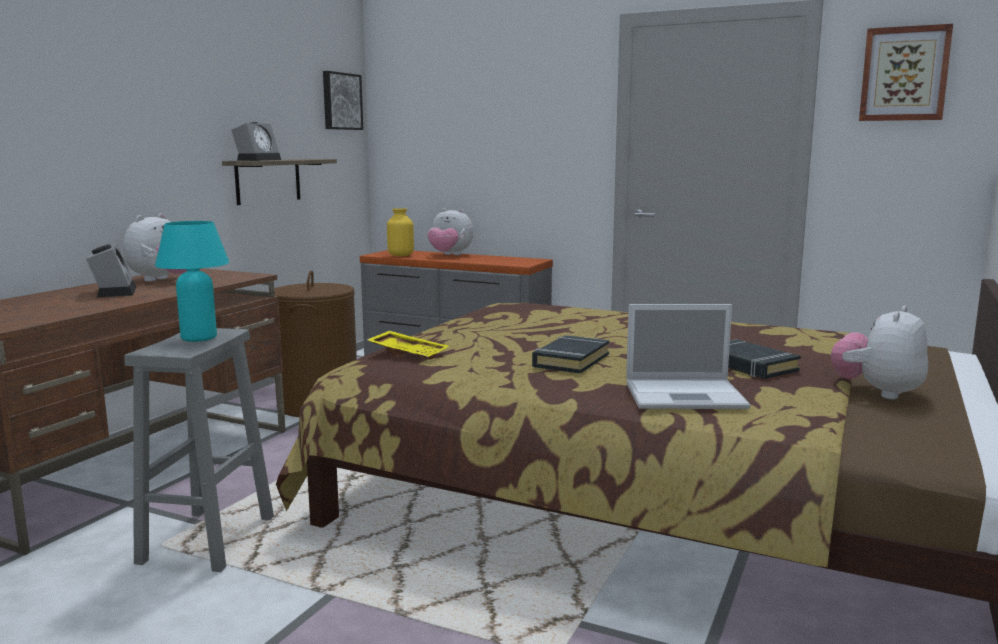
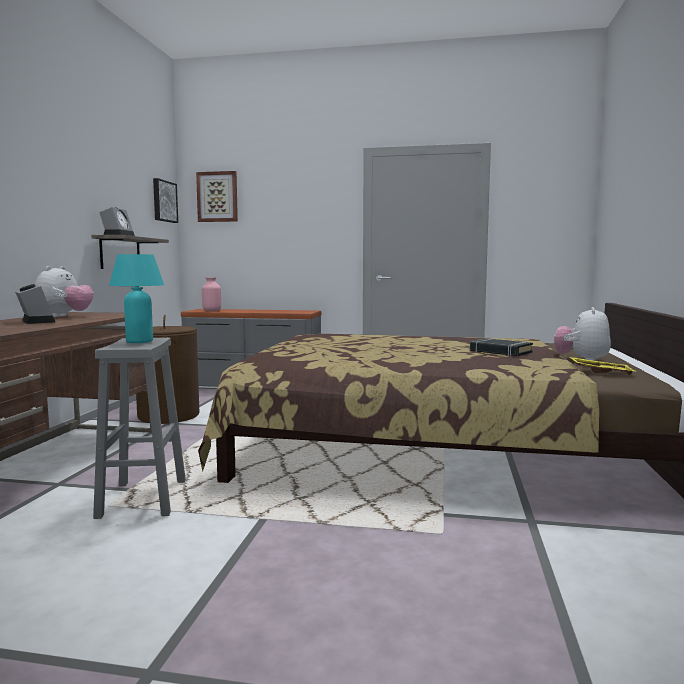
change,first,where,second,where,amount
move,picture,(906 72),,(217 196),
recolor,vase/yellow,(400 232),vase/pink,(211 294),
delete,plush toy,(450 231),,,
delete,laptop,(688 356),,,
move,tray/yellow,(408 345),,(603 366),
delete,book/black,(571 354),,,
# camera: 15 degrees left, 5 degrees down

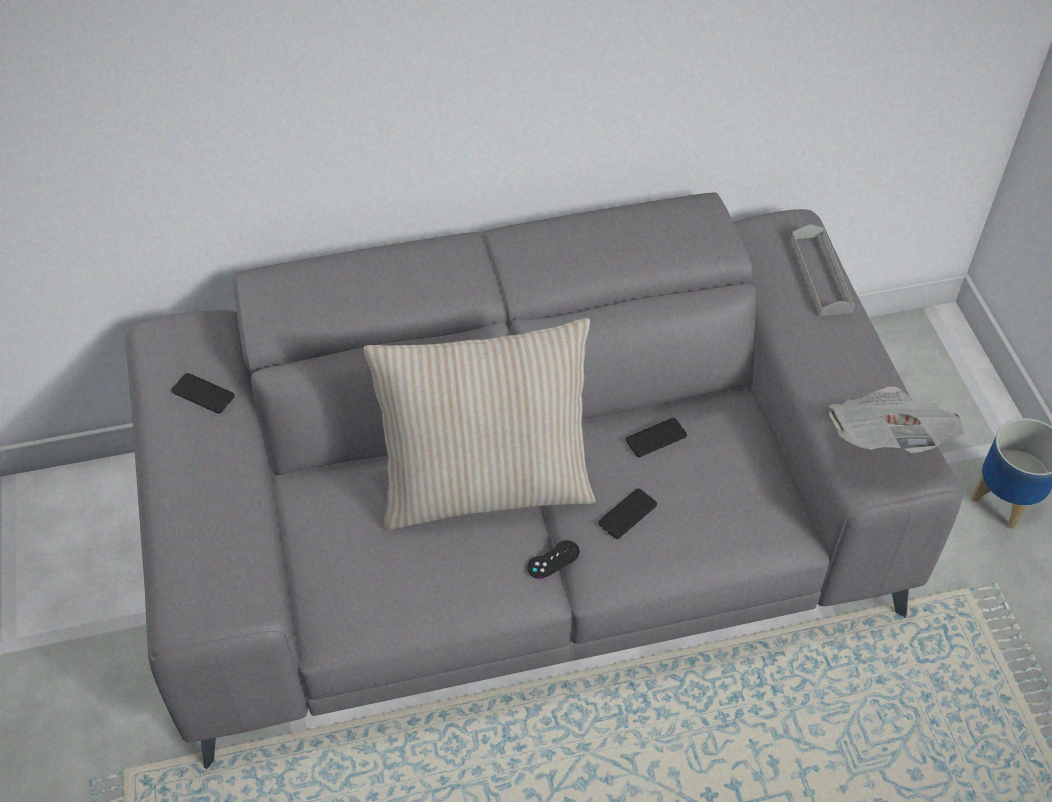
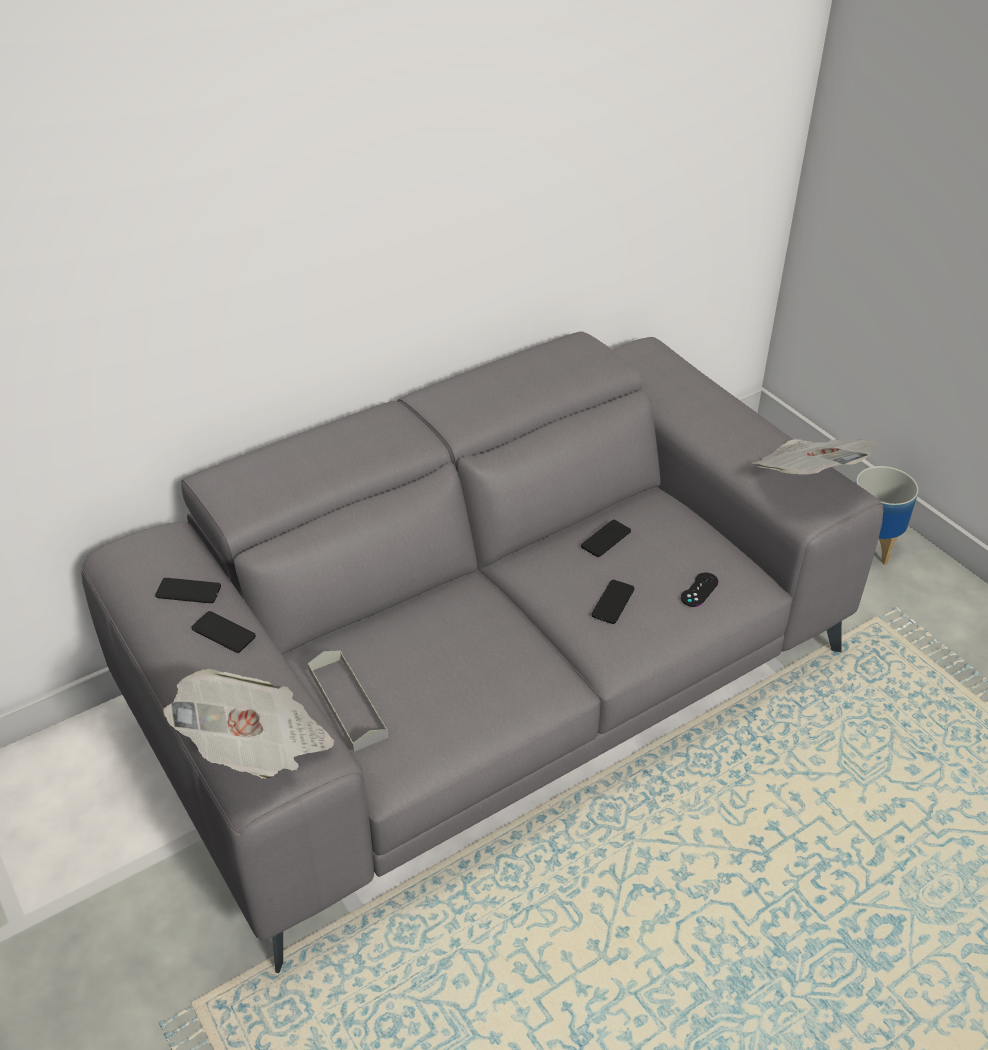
change,first,where,second,where,amount
move,tray/grey,(823 270),,(348 701),
delete,pillow/beige,(479 424),,,
move,game controller/black,(553 559),,(699 589),
insert,,,phone,(223 632),
insert,,,newspaper,(248 723),
# camera: 20 degrees left, 10 degrees down

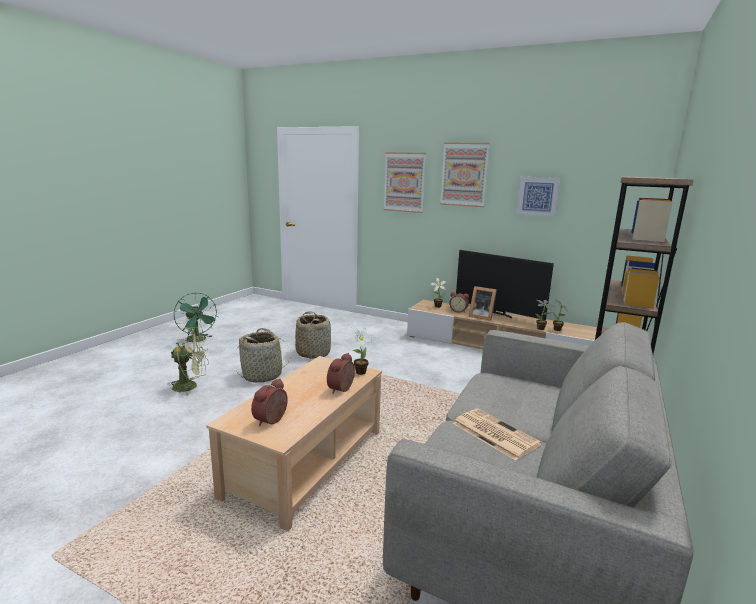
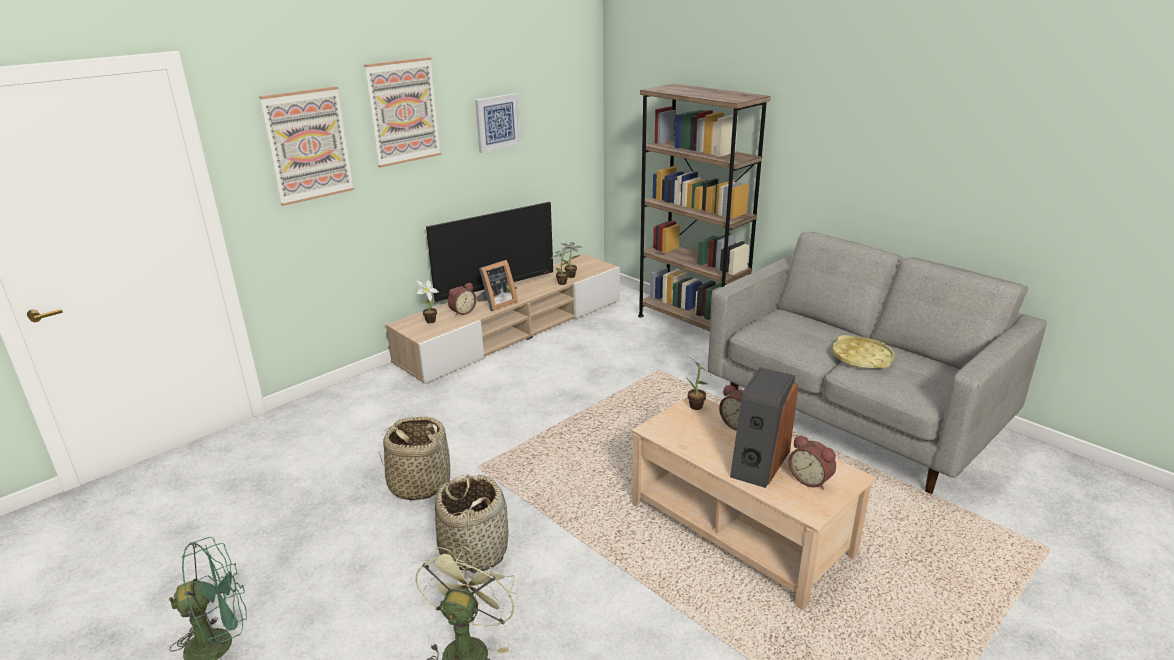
change,first,where,second,where,amount
replace,newspaper,(497 434),tray/yellow,(863 351),
insert,,,speaker,(764 427),
# camera: 70 degrees left, 10 degrees up

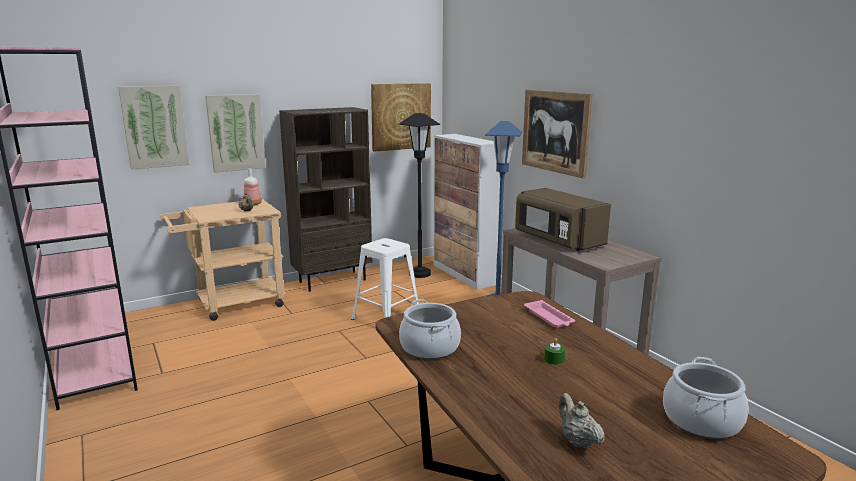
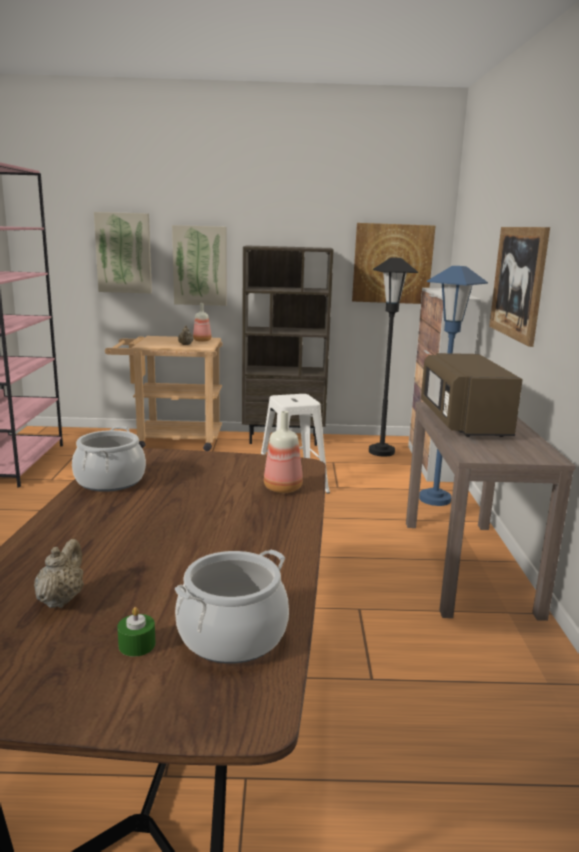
change,first,where,second,where,amount
replace,tray/pink,(549 314),bottle,(283 452),
move,candle/green,(554 351),,(136 632),
# camera: 30 degrees right, 0 degrees up

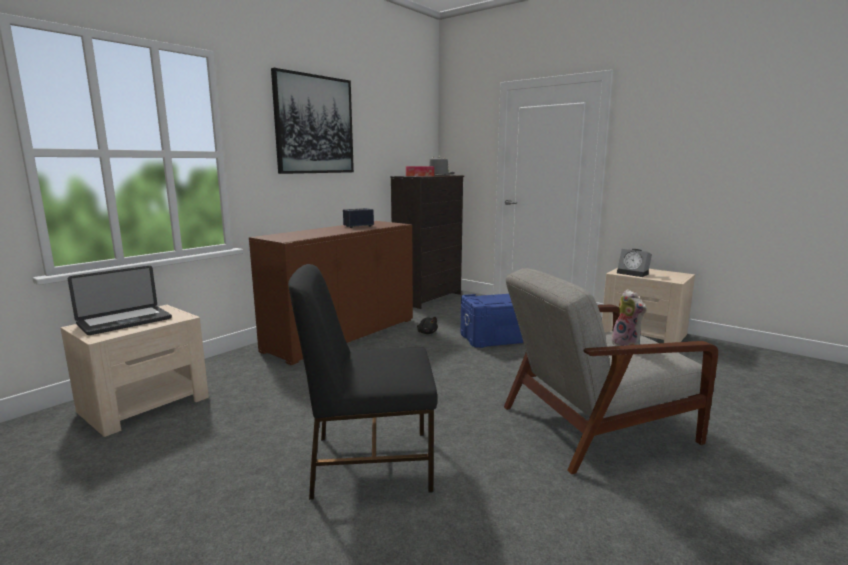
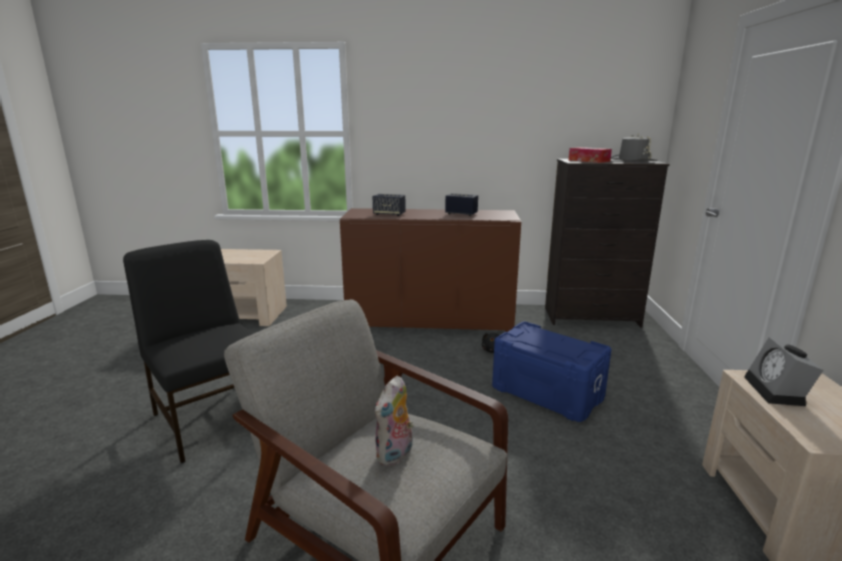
change,first,where,second,where,amount
delete,picture,(312 121),,,
delete,laptop,(120 300),,,
insert,,,speaker,(389 205),
# camera: 55 degrees right, 5 degrees up

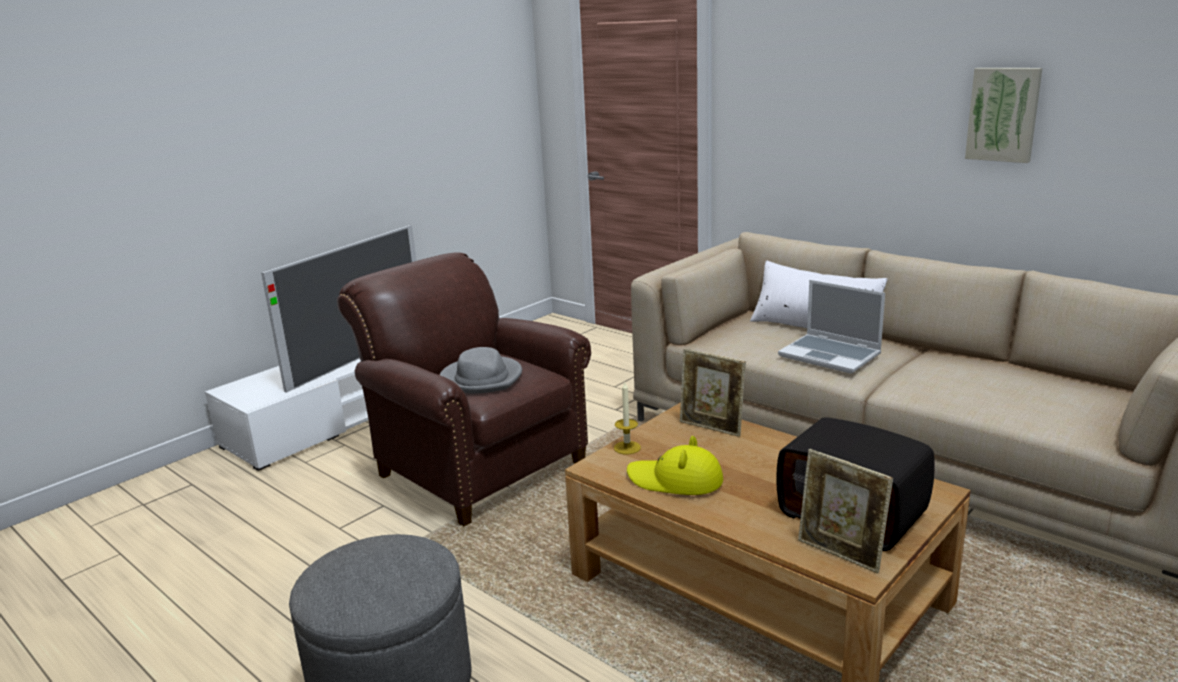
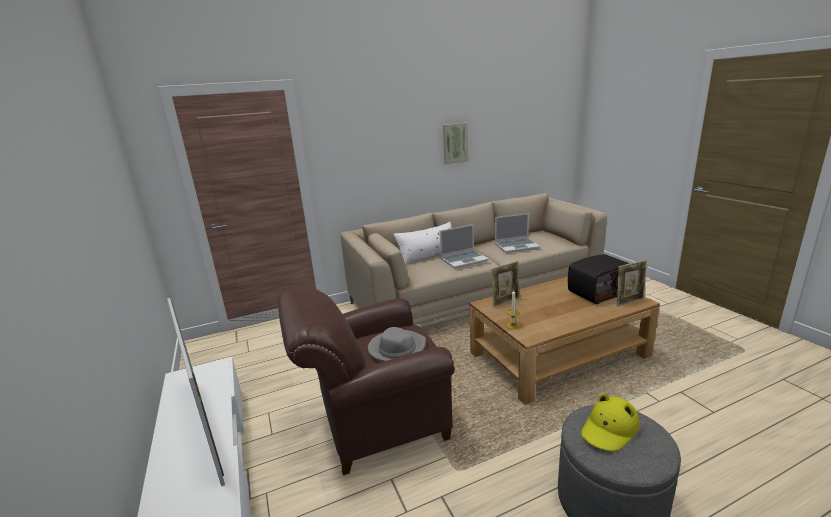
change,first,where,second,where,amount
move,hat/yellow,(675 465),,(610 422),
insert,,,laptop,(517 233),
# camera: 65 degrees left, 0 degrees up

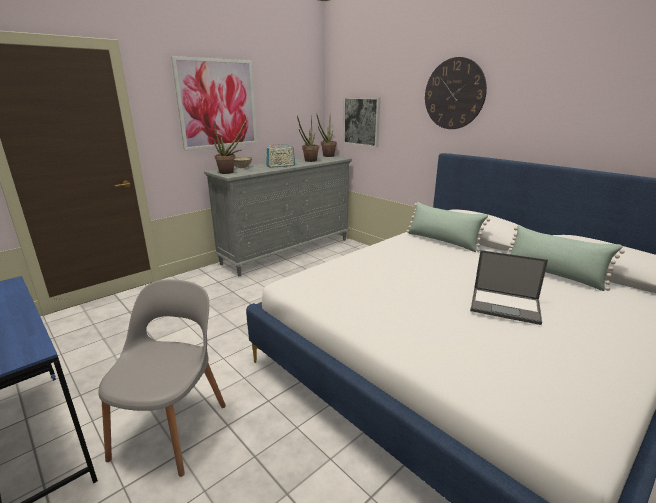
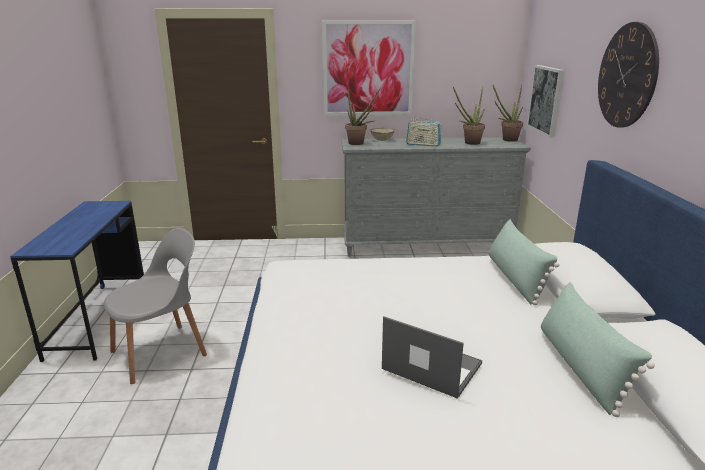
change,first,where,second,where,amount
rotate,laptop,(509 287),,(432 357),150 degrees clockwise
# camera: 40 degrees right, 0 degrees up

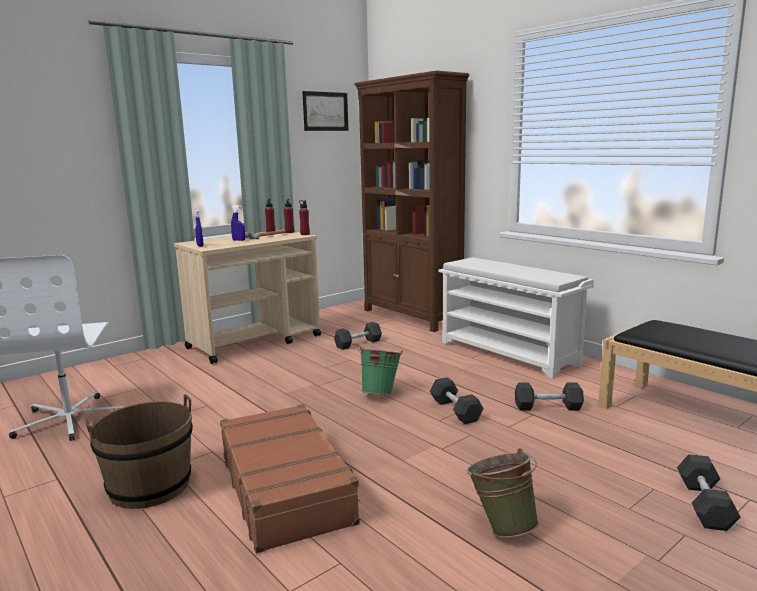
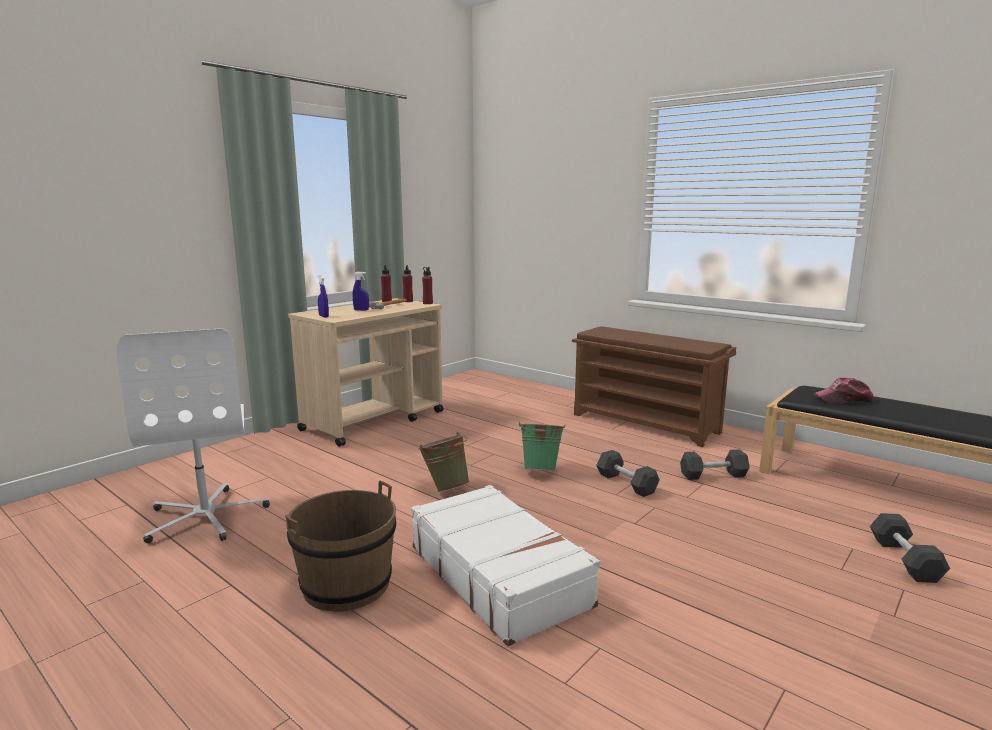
change,first,where,second,where,amount
delete,bookcase/brown,(411 201),,,
delete,picture,(325 111),,,
recolor,shoe rack/white,(516 318),shoe rack/brown,(654 386),
delete,dumbbell/grey,(358 336),,,
recolor,suitcase/brown,(290 478),suitcase/white,(505 565),
move,bucket/green,(502 493),,(444 462),
insert,,,cap,(843 390),
# camera: 10 degrees left, 0 degrees up

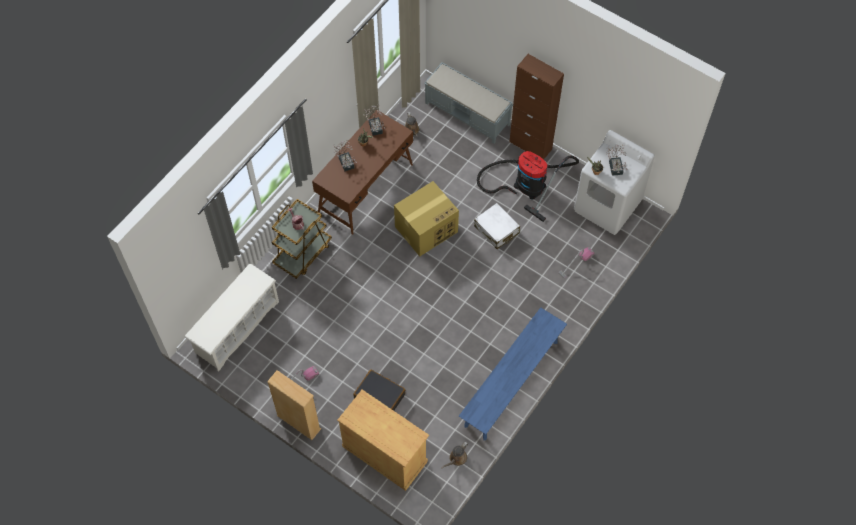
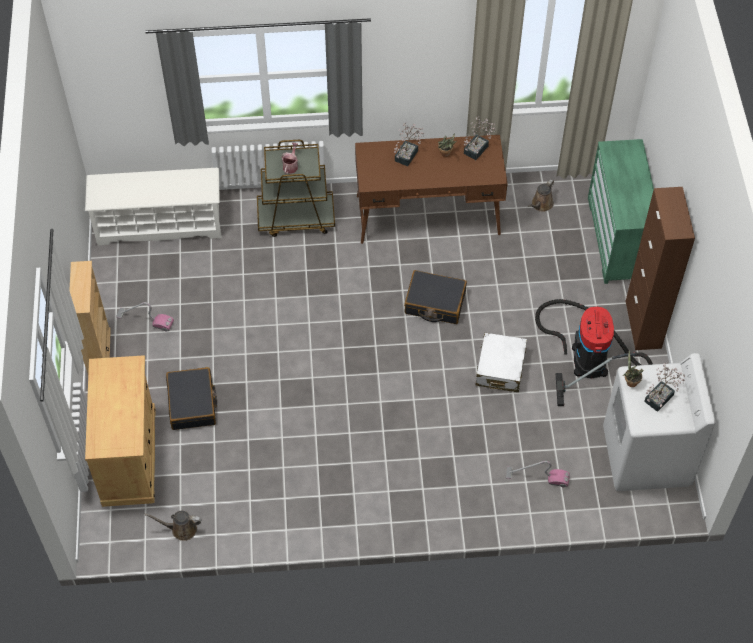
change,first,where,second,where,amount
replace,bench/grey,(468 103),dresser/green,(621 211),
replace,cardboard box,(426 218),suitcase/black,(435 297),
delete,bench/blue,(513 373),,,
# camera: 50 degrees right, 5 degrees down

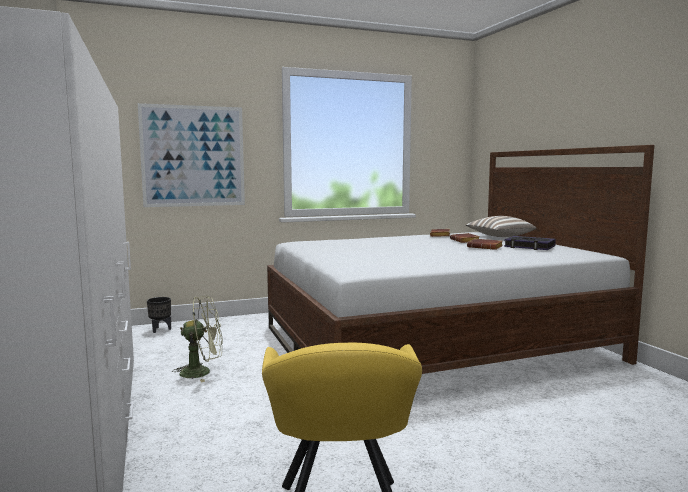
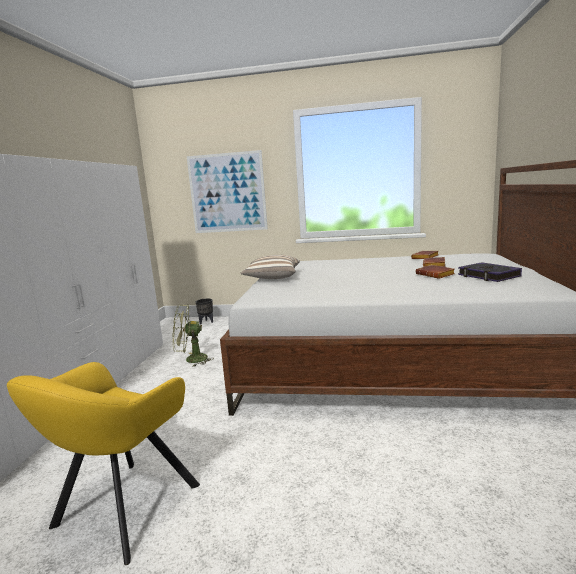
change,first,where,second,where,amount
move,pillow,(501 226),,(270 267),
rotate,fan/green,(197 338),,(193 335),150 degrees clockwise
# camera: 30 degrees right, 5 degrees up

